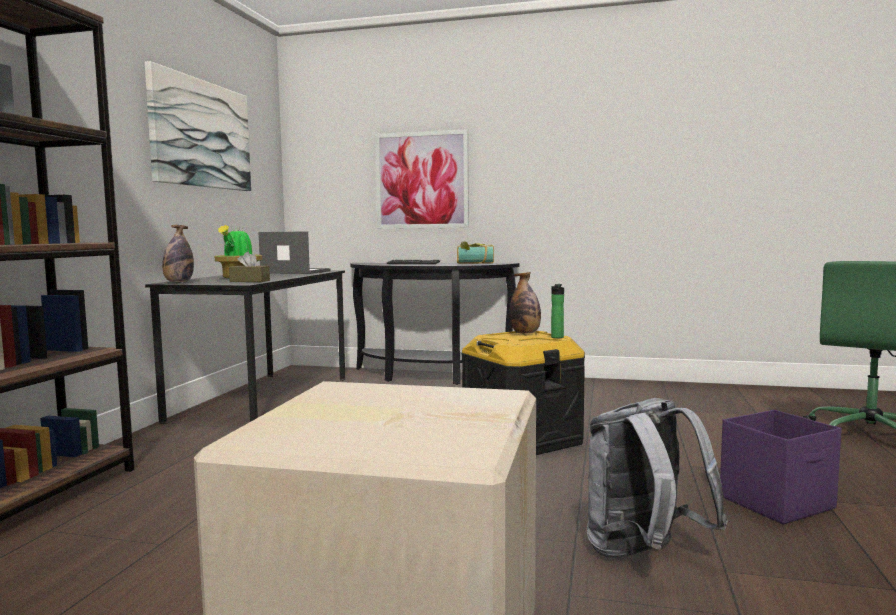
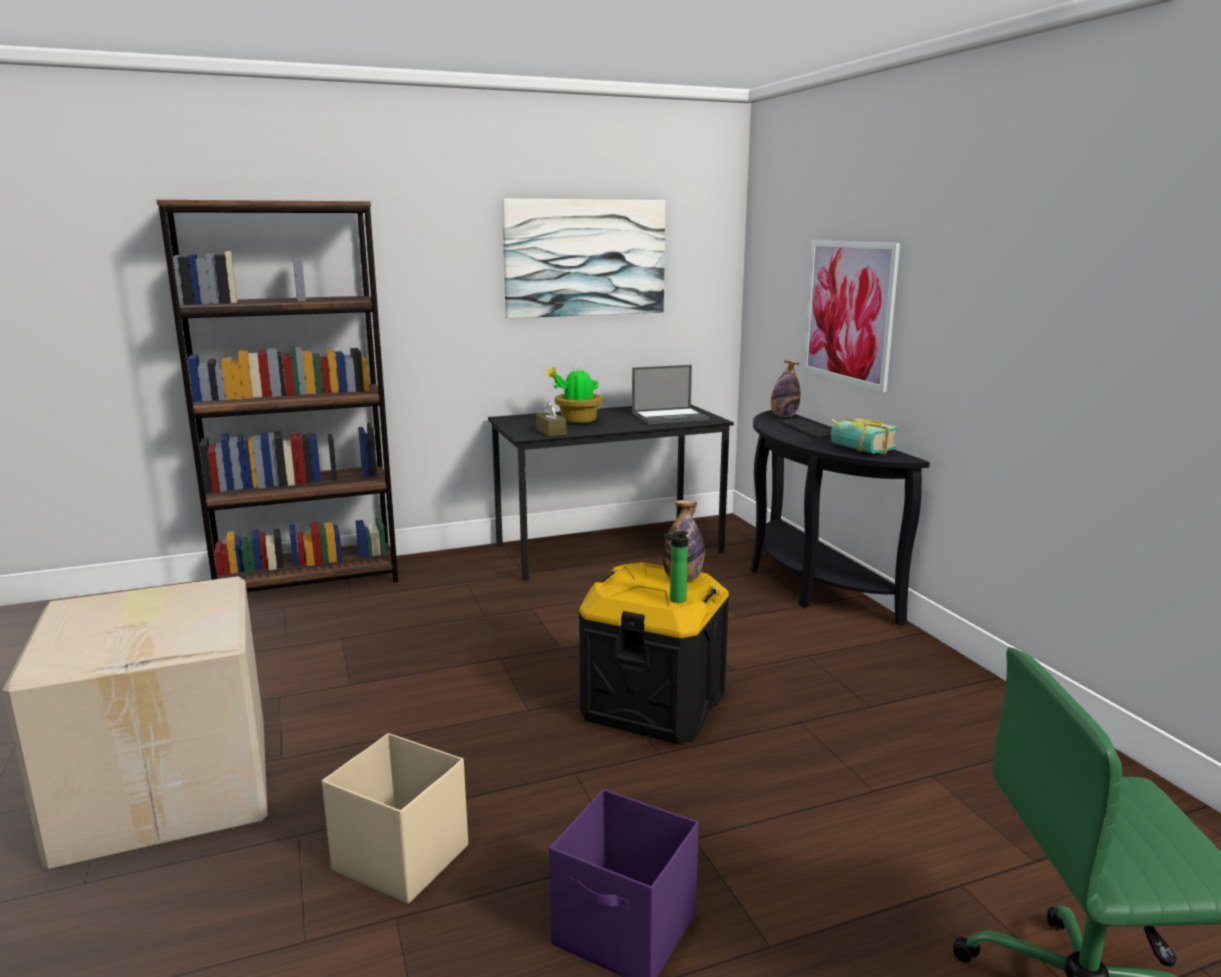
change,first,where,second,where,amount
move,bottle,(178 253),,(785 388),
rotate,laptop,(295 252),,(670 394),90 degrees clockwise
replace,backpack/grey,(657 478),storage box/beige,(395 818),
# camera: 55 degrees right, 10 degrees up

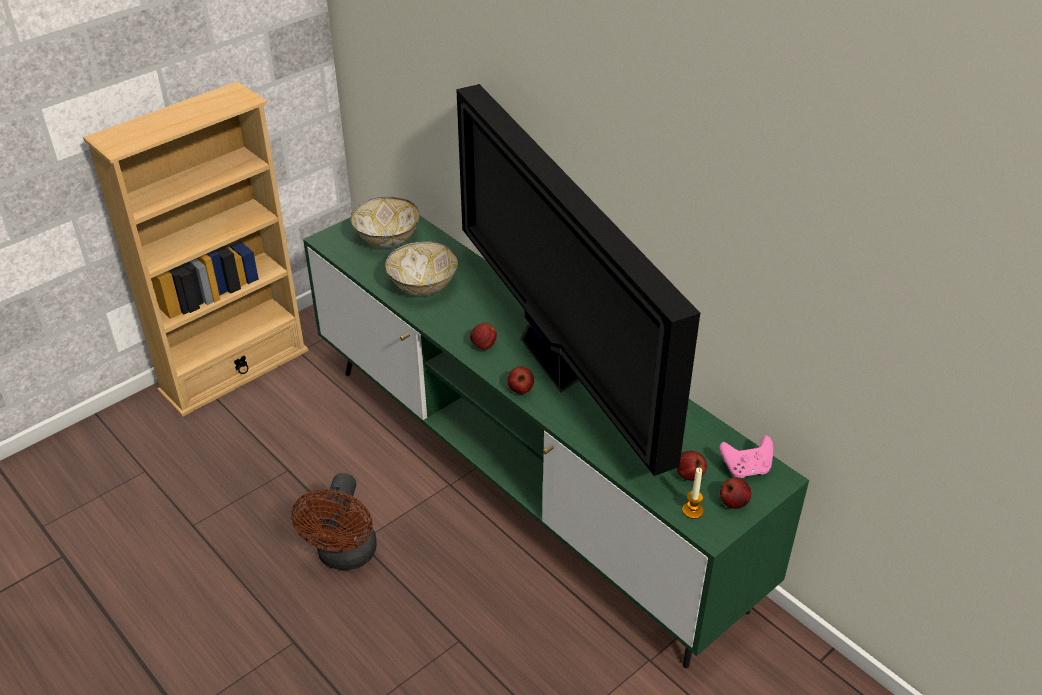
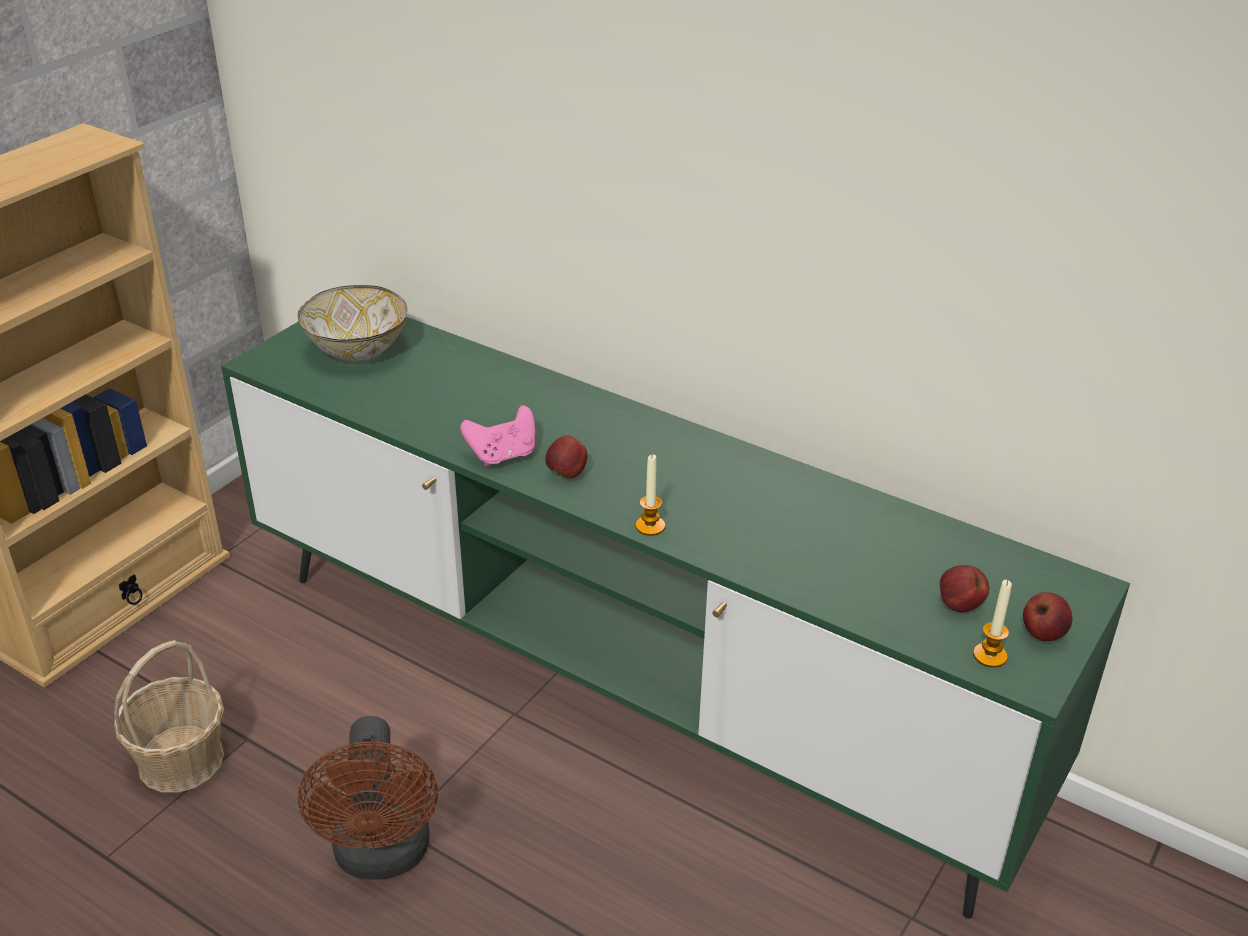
change,first,where,second,where,amount
delete,television,(578 280),,,
delete,bowl,(421 268),,,
replace,apple,(520 380),candle,(650 495),
move,game controller/pink,(746 456),,(497 436),
insert,,,basket,(169 716),
# camera: 15 degrees left, 5 degrees down

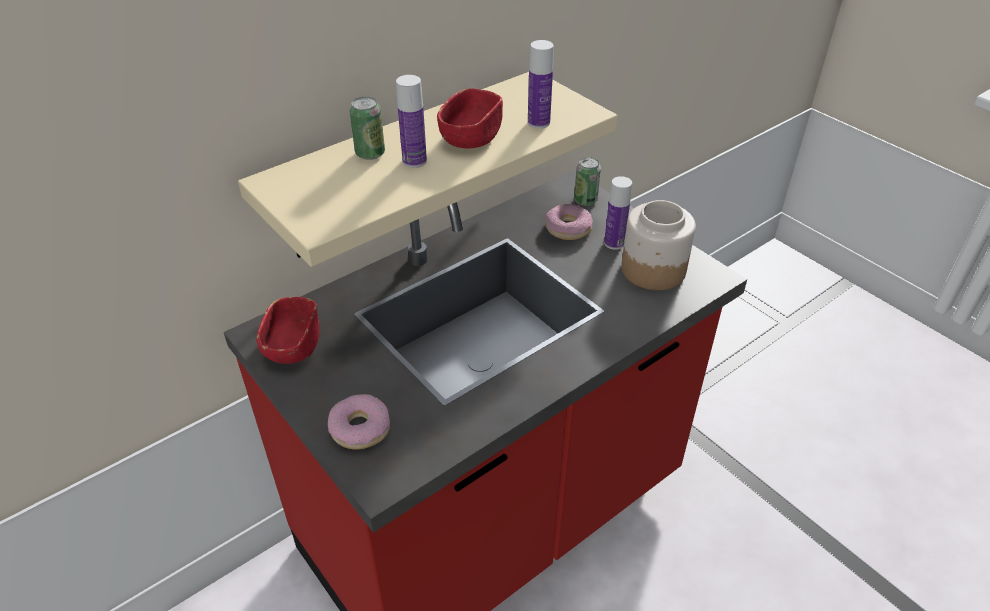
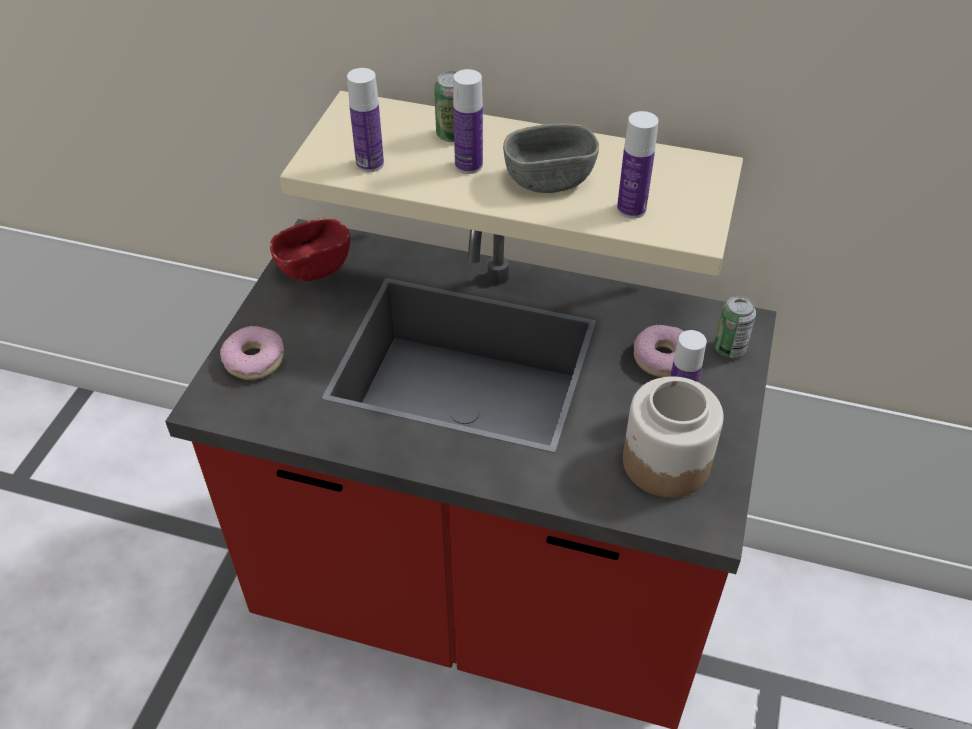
change,first,where,second,where,amount
recolor,bowl/red,(470 118),bowl/grey,(551 158),
insert,,,bottle,(365 120),
# camera: 55 degrees right, 5 degrees up

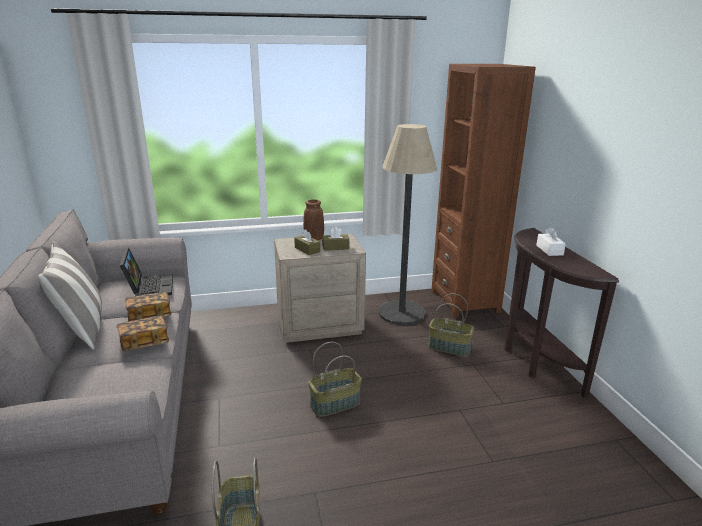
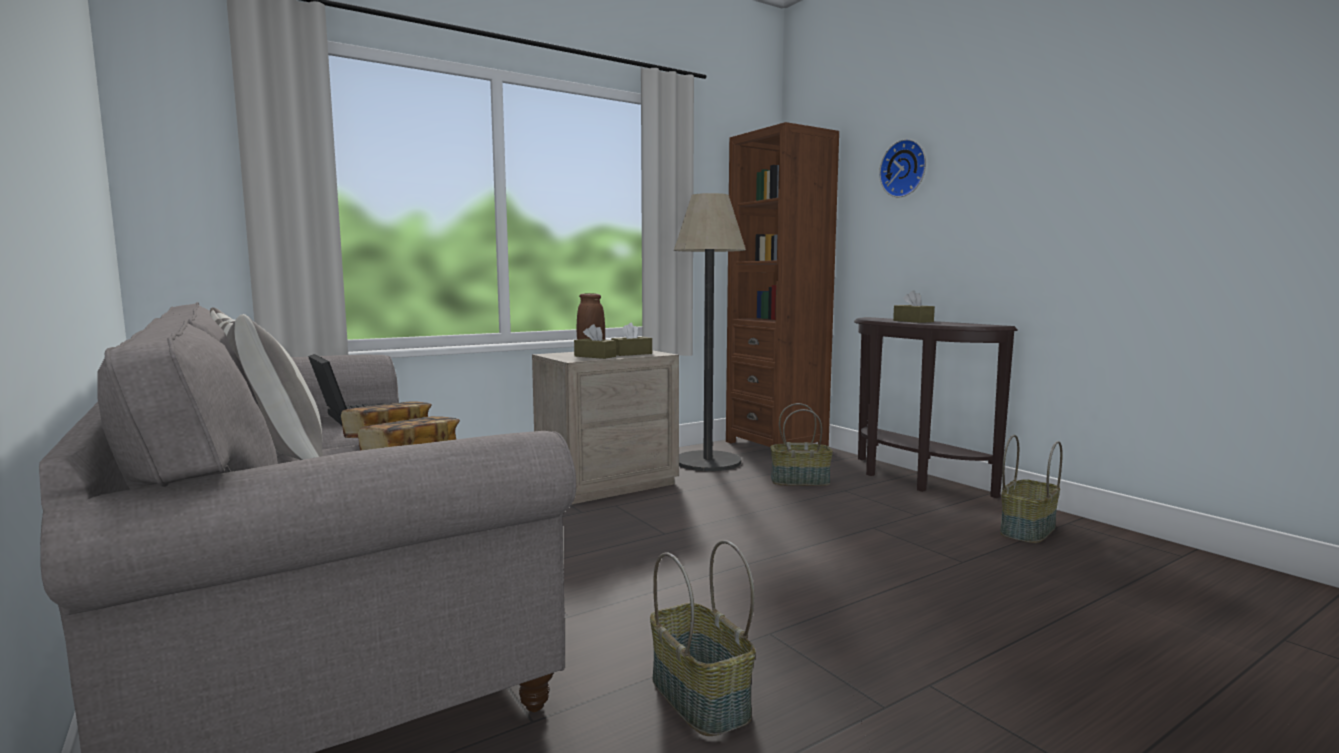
change,first,where,second,where,amount
recolor,tissue box/white,(551 241),tissue box/brown,(914 306),
move,basket,(335 379),,(1031 489),
insert,,,wall clock,(902 168),
# camera: 20 degrees left, 15 degrees down

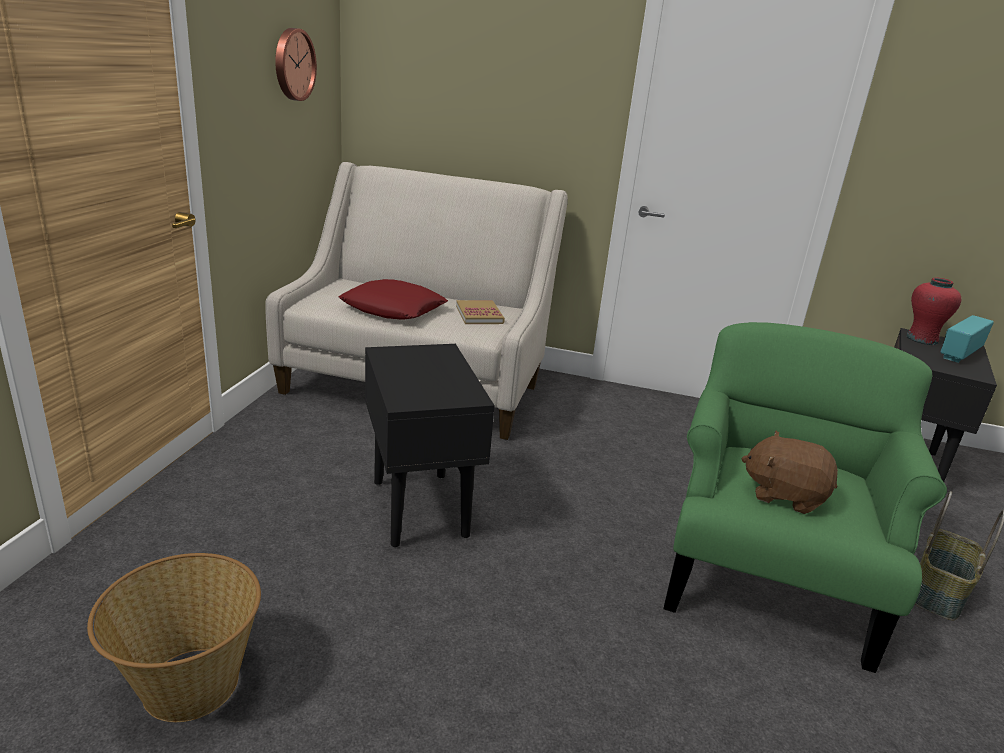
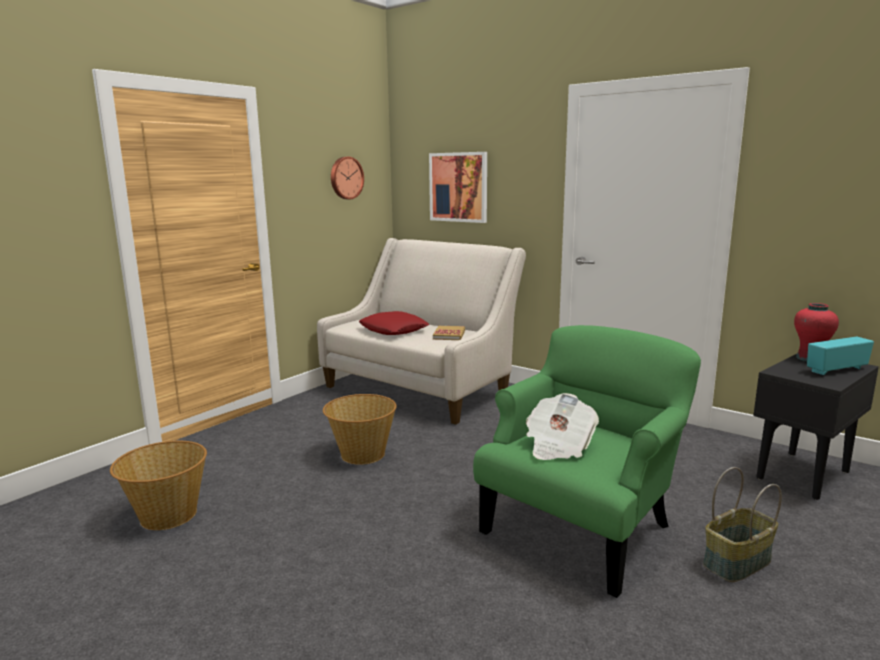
change,first,where,second,where,amount
replace,side table/black,(430 445),basket,(360 429),
replace,plush toy/brown,(790 472),newspaper,(562 426),
insert,,,picture,(458 187),
# camera: 25 degrees right, 10 degrees down

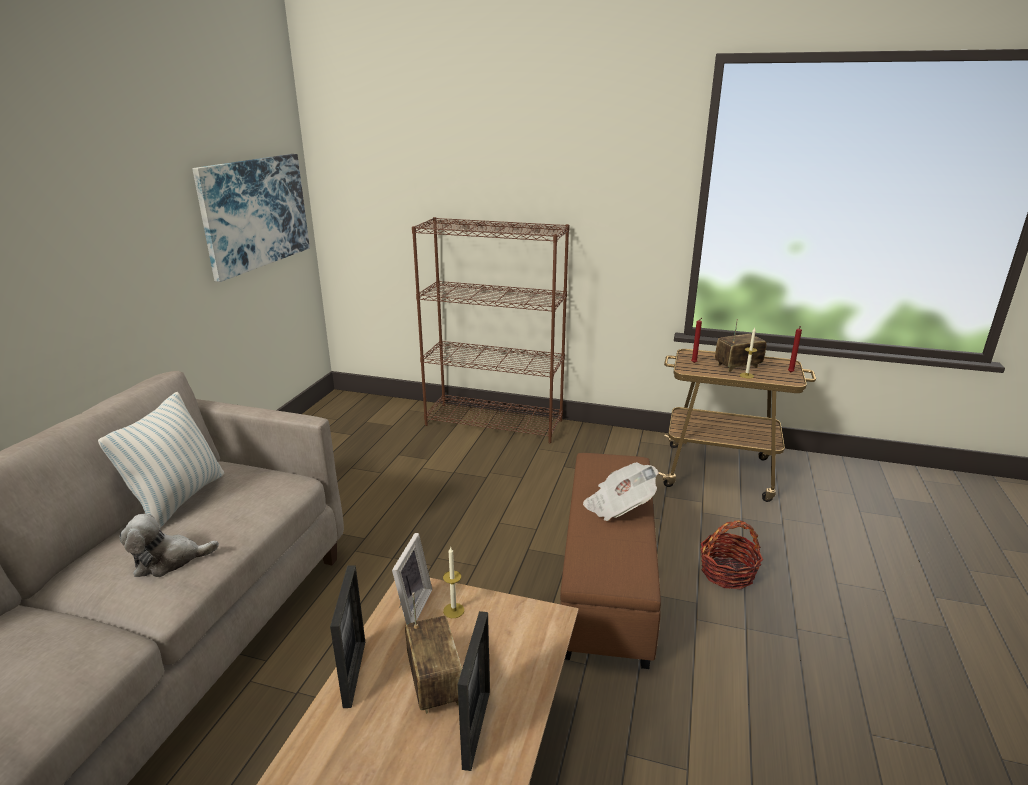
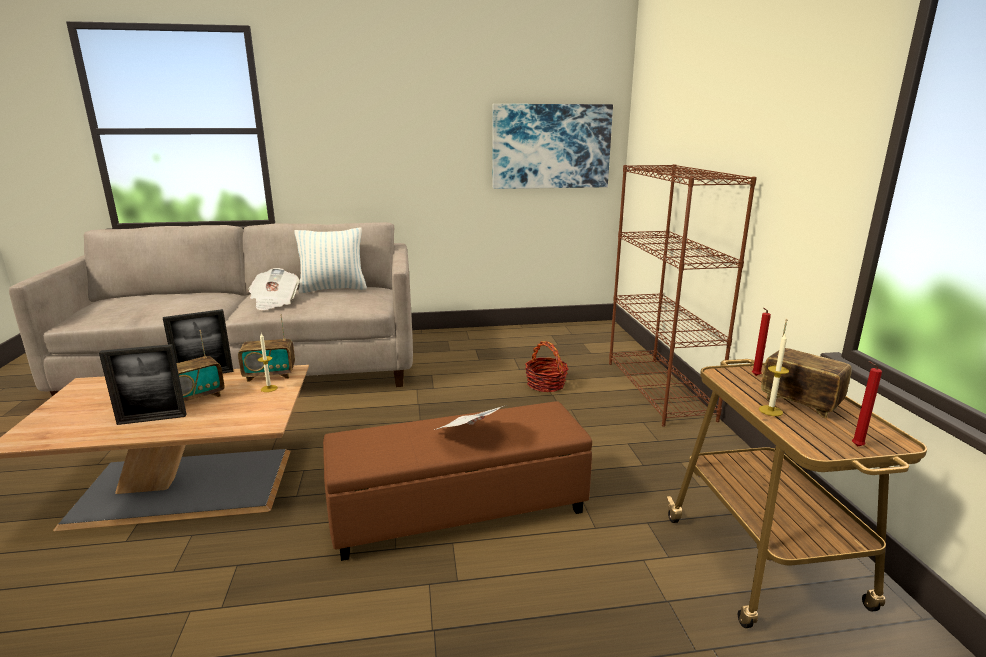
change,first,where,second,where,amount
replace,plush toy,(169 545),newspaper,(274 289),
move,basket,(732 554),,(546 366),
replace,picture frame,(412 578),radio,(266 348),
# camera: 65 degrees right, 5 degrees down

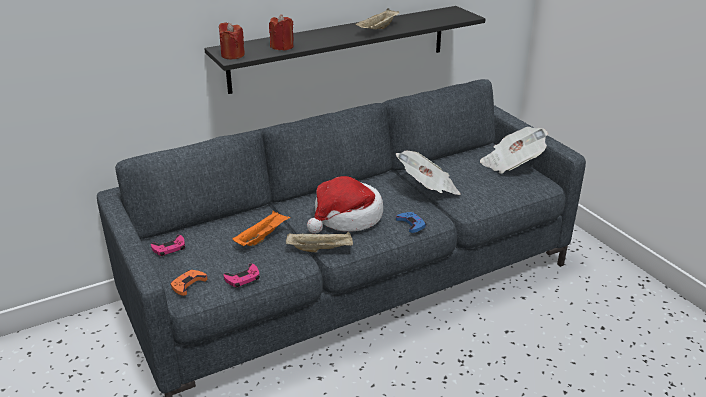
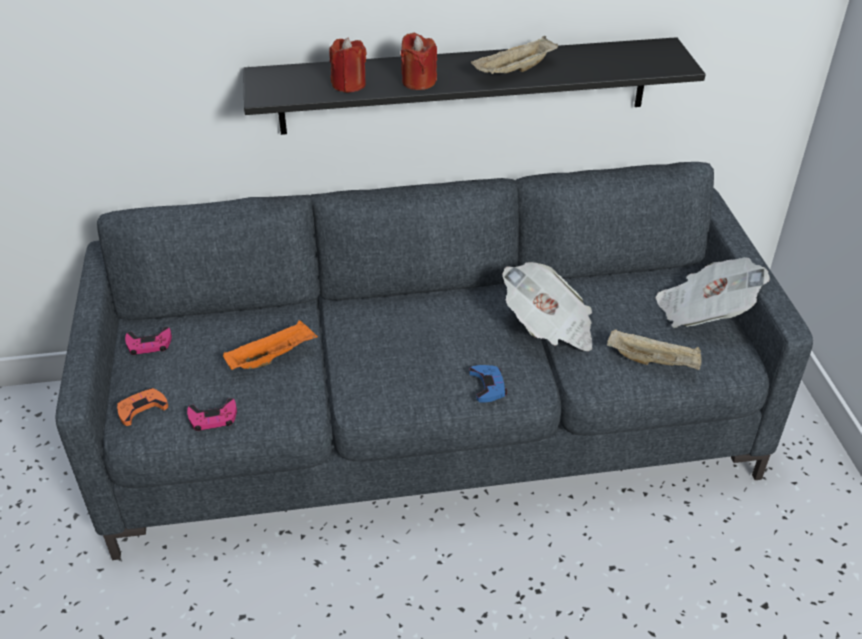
change,first,where,second,where,amount
move,candle/red,(232 40),,(419 61),
delete,hat,(345 205),,,
move,tray/beige,(319 242),,(654 349),
# camera: 20 degrees right, 10 degrees up

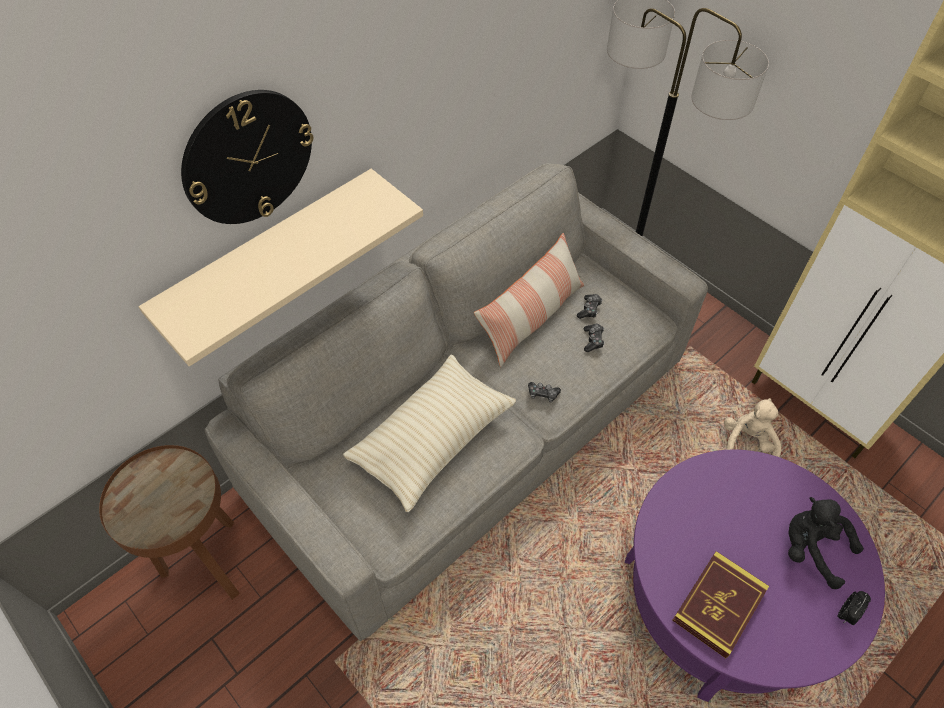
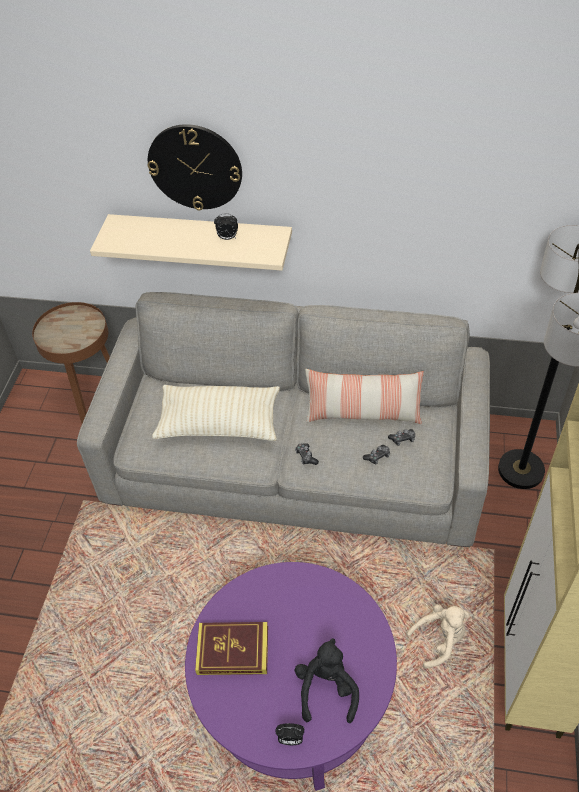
change,first,where,second,where,amount
insert,,,alarm clock,(226 227),
# camera: 55 degrees right, 5 degrees down

